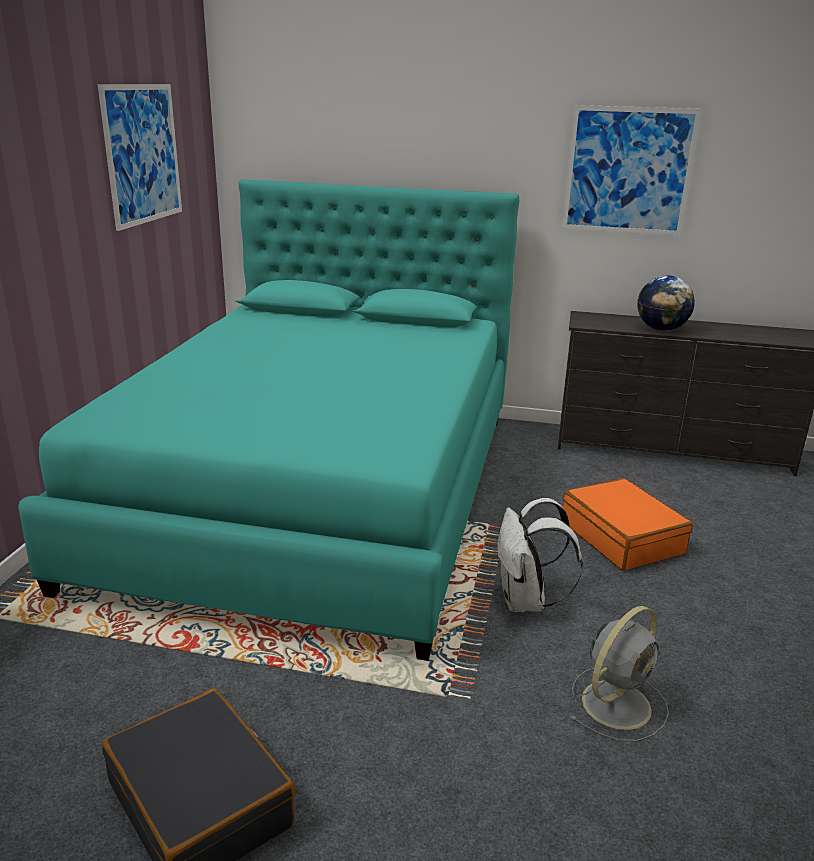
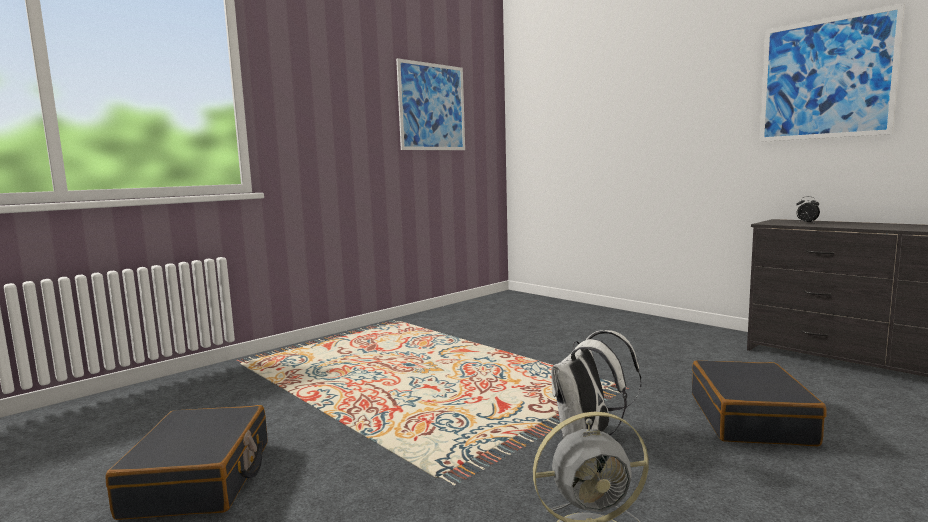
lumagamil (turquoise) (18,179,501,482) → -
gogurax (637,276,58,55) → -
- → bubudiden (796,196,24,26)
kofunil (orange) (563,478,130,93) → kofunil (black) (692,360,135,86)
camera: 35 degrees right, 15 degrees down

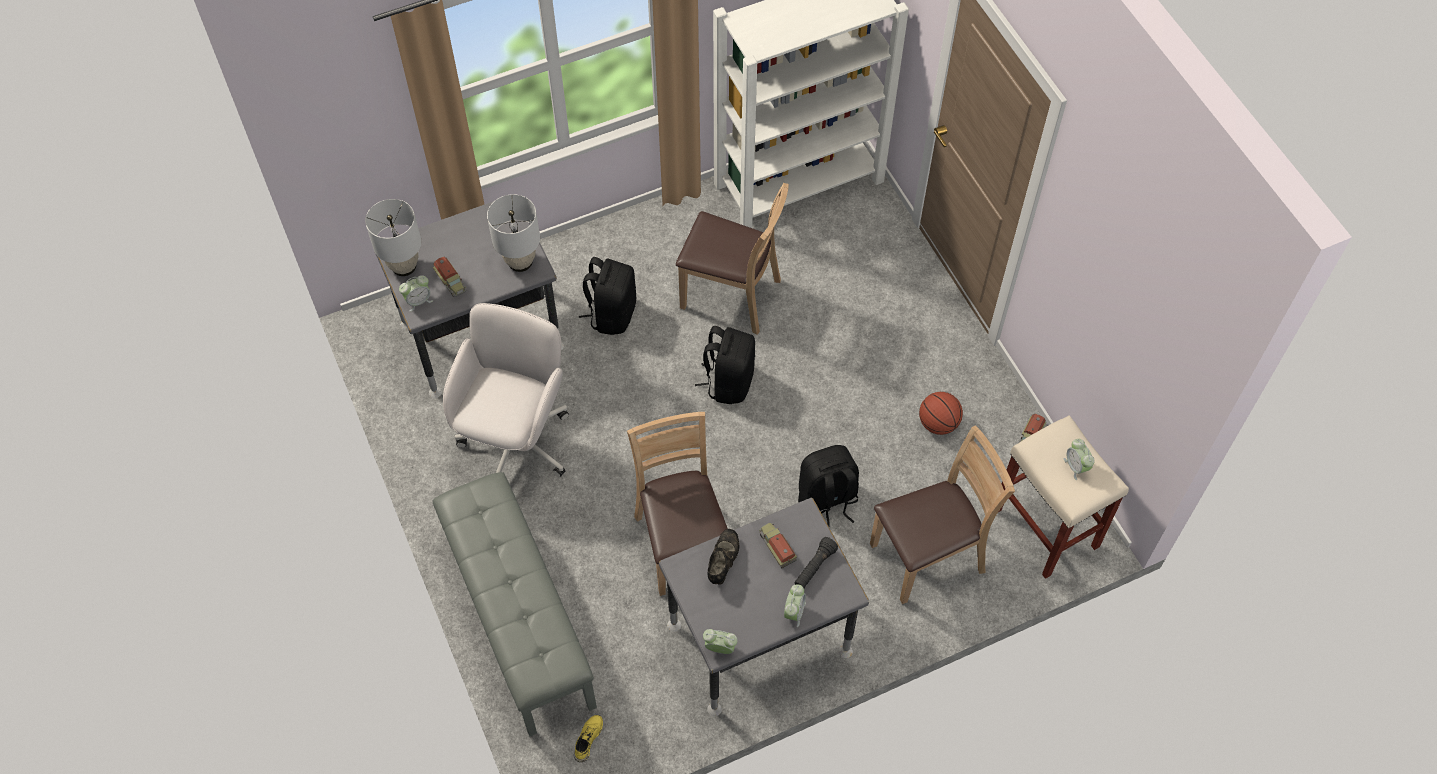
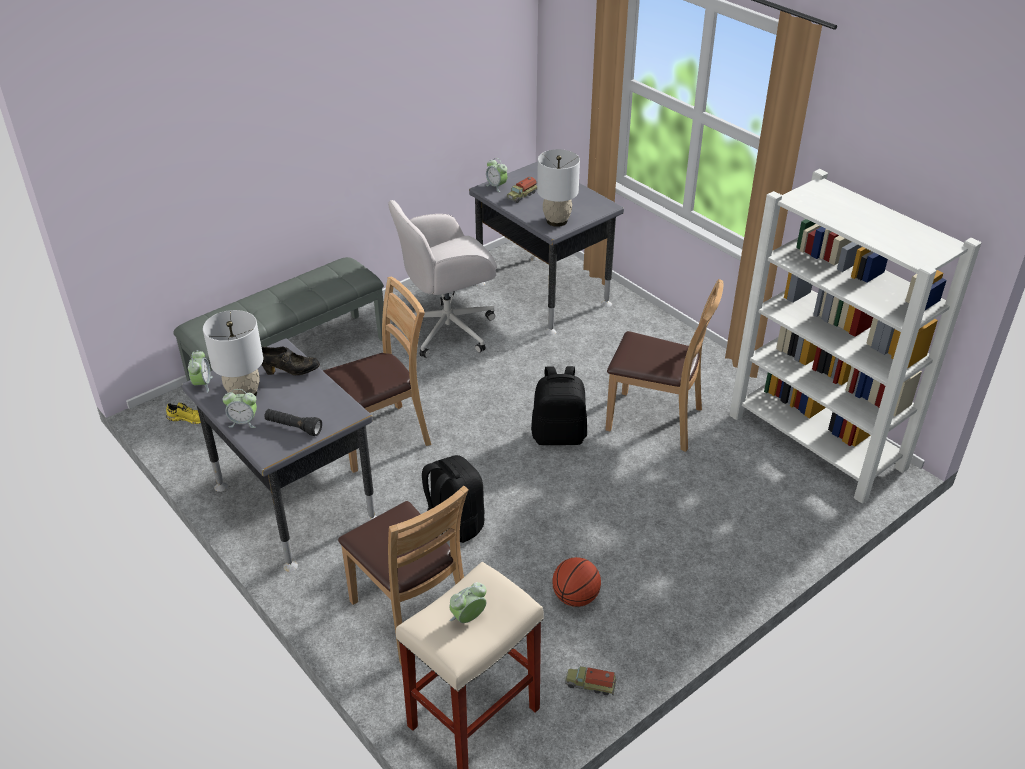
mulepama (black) (579,257,57,78) → -
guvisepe (759,523,38,45) → -
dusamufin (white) (365,199,56,77) → dusamufin (white) (203,310,60,86), relocated
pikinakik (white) (443,303,126,174) → pikinakik (white) (388,200,109,158), 150 degrees clockwise
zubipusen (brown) (676,183,113,152) → zubipusen (brown) (605,279,118,173), 75 degrees counterclockwise
camera: 75 degrees right, 20 degrees down

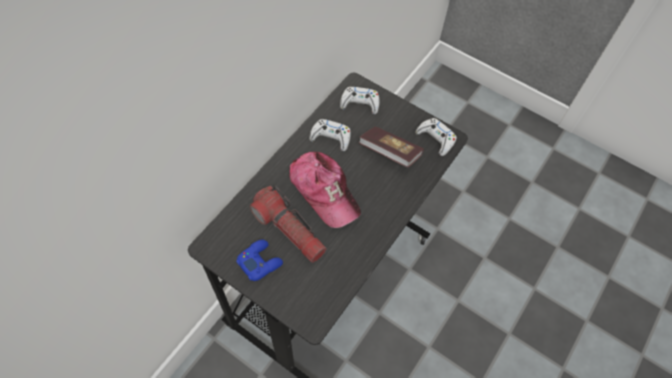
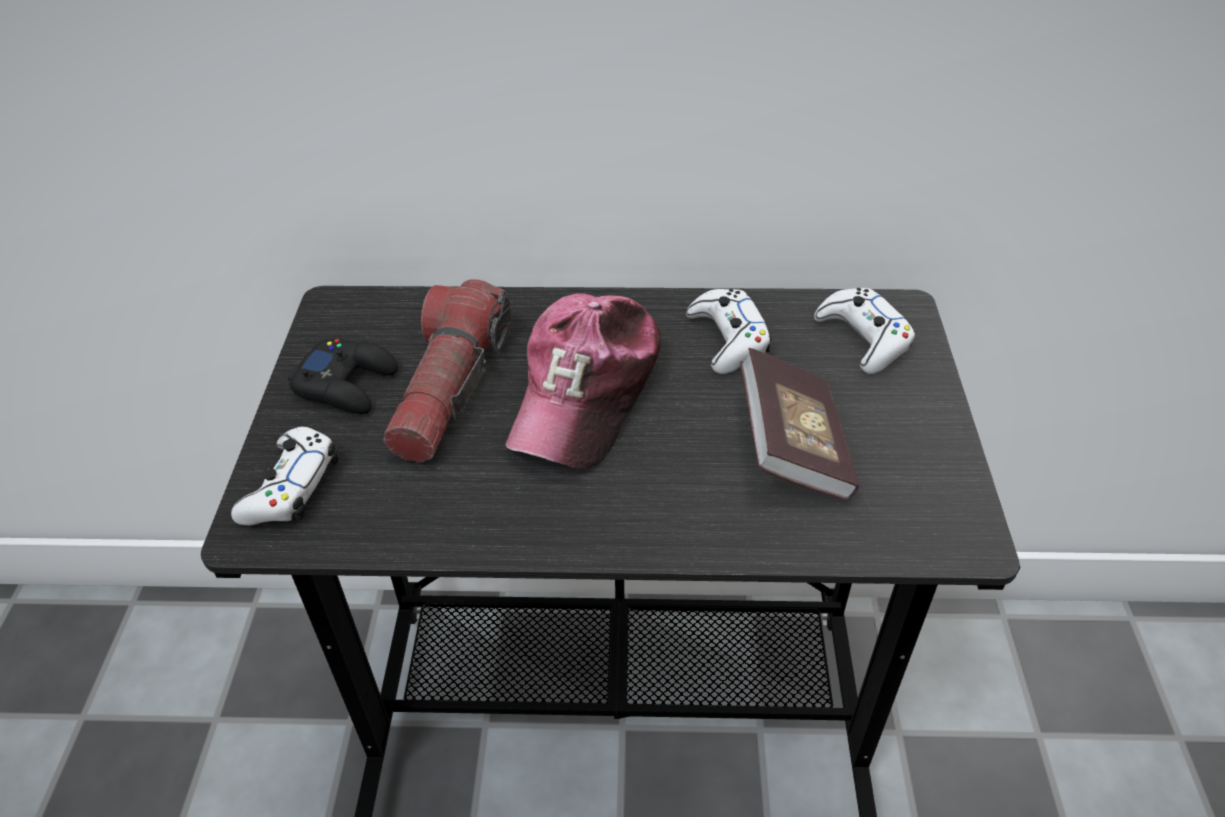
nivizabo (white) (415,118,42,38) → nivizabo (white) (231,427,108,99), relocated
nivizabo (blue) (236,240,47,41) → nivizabo (black) (288,339,110,75)
camera: 60 degrees right, 15 degrees down

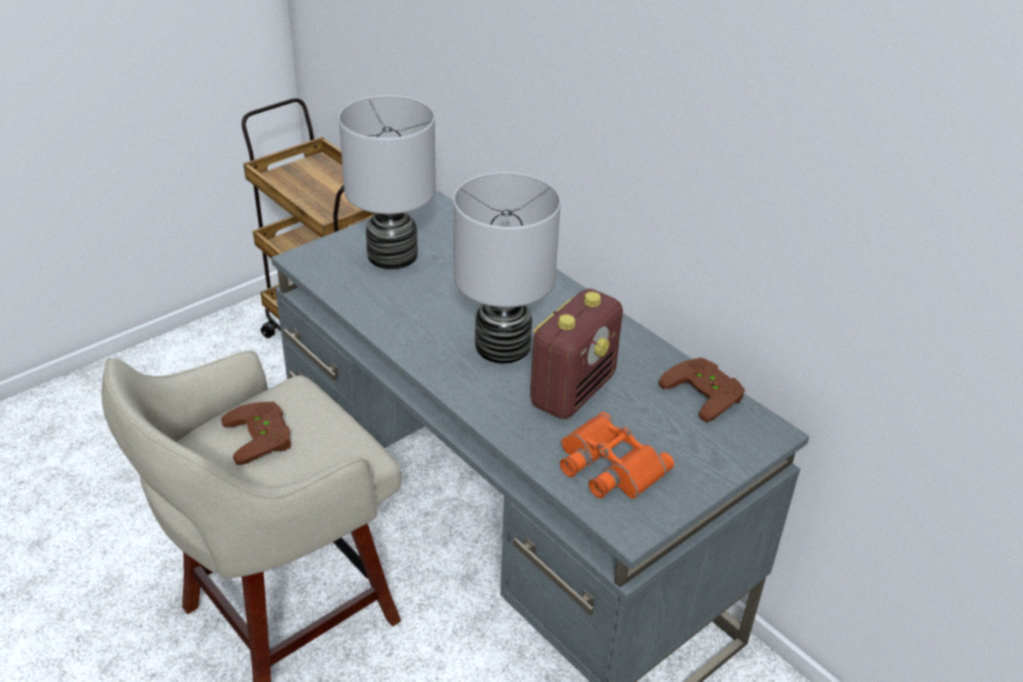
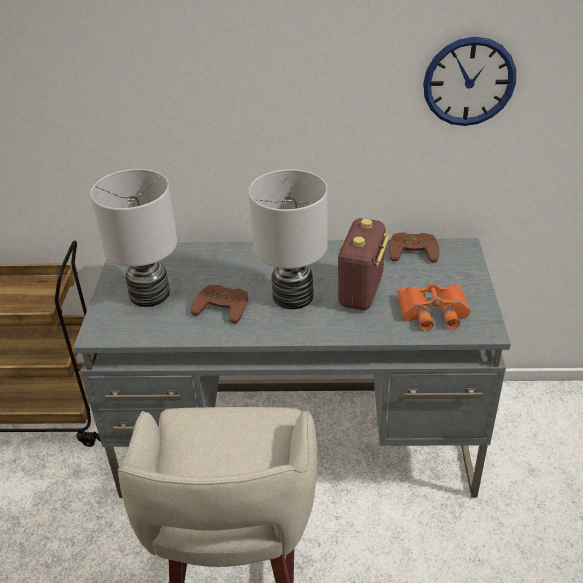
- → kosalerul (423,37,93,89)
nivizabo (brown) (221,402,70,63) → nivizabo (brown) (191,285,57,39), relocated
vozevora (530,288,93,131) → vozevora (338,218,51,92), 150 degrees counterclockwise
camera: 45 degrees left, 0 degrees up

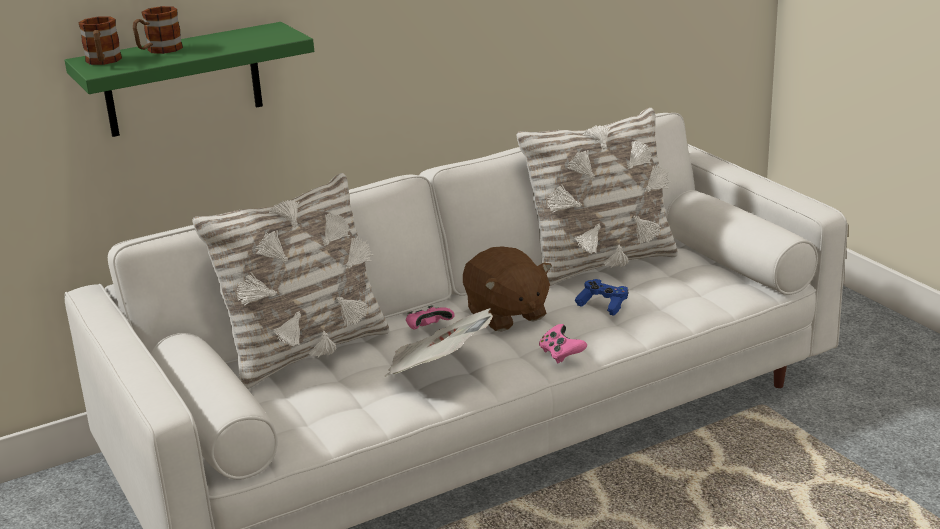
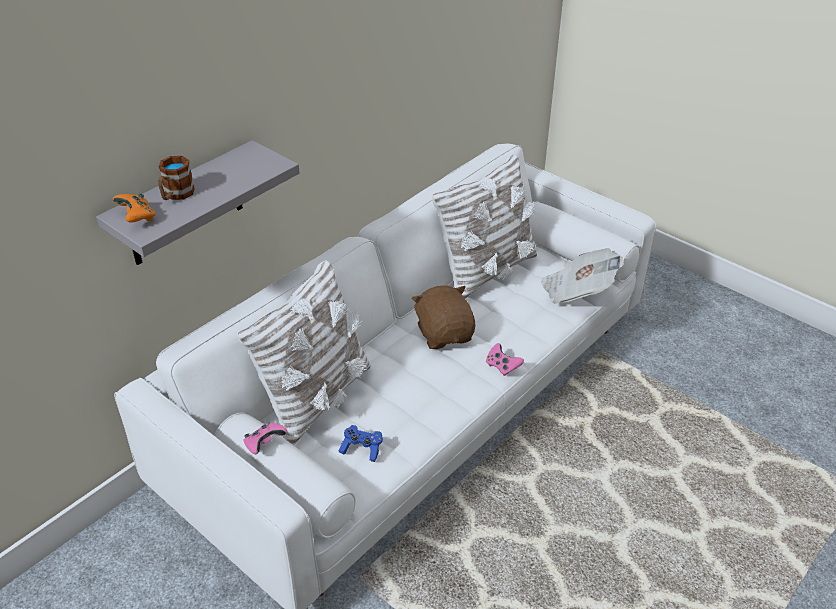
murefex (384,308,109,69) → murefex (541,248,83,56), relocated
nivizabo (pink) (406,305,49,24) → nivizabo (pink) (243,423,44,31), relocated
nivizabo (blue) (575,279,53,37) → nivizabo (blue) (339,425,44,37), relocated
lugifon (78,17,44,48) → nivizabo (orange) (113,194,43,29)
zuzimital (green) (65,22,249,115) → zuzimital (grey) (96,140,204,125)
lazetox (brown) (463,246,89,85) → lazetox (brown) (412,285,63,64), 150 degrees counterclockwise
camera: 20 degrees left, 15 degrees up

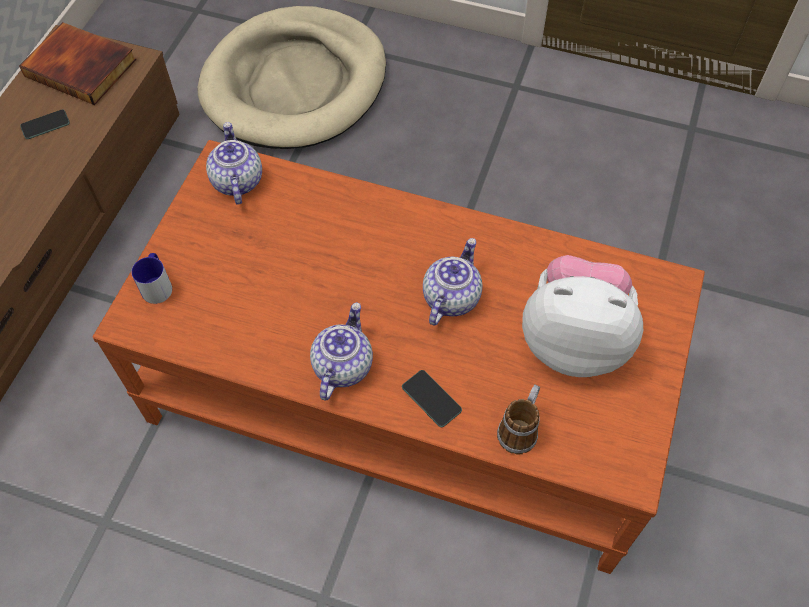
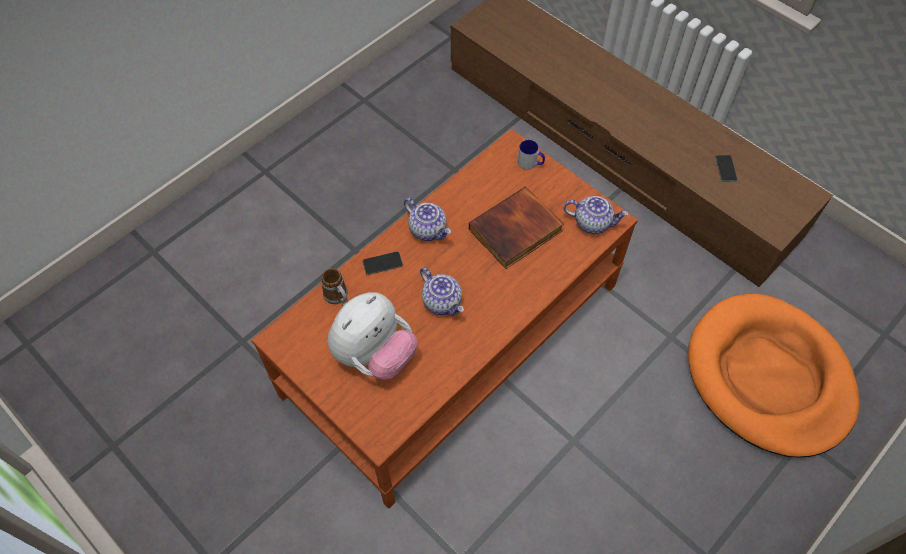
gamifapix (19,22,117,83) → gamifapix (469,186,95,83), relocated
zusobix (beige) (198,6,188,143) → zusobix (orange) (688,294,172,164)
camera: 115 degrees right, 0 degrees up

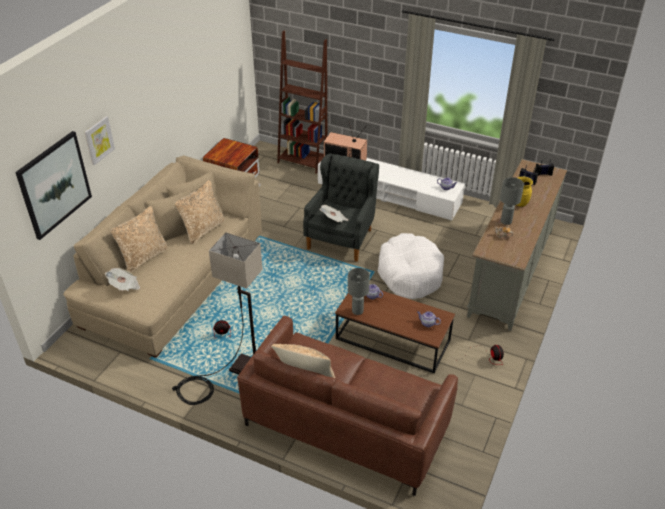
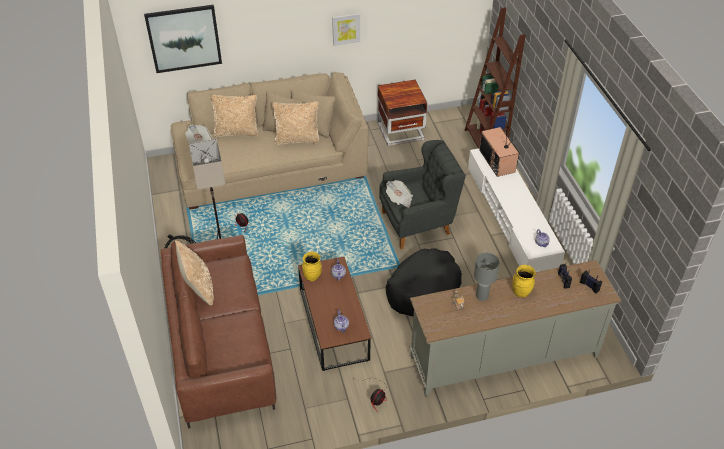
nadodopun (85,116,30,49) → nadodopun (332,13,28,33), relocated
dusamufin (grey) (348,268,22,47) → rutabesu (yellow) (302,251,20,30)
zusobix (white) (378,233,66,66) → zusobix (black) (386,248,76,68)
camera: 50 degrees right, 5 degrees up

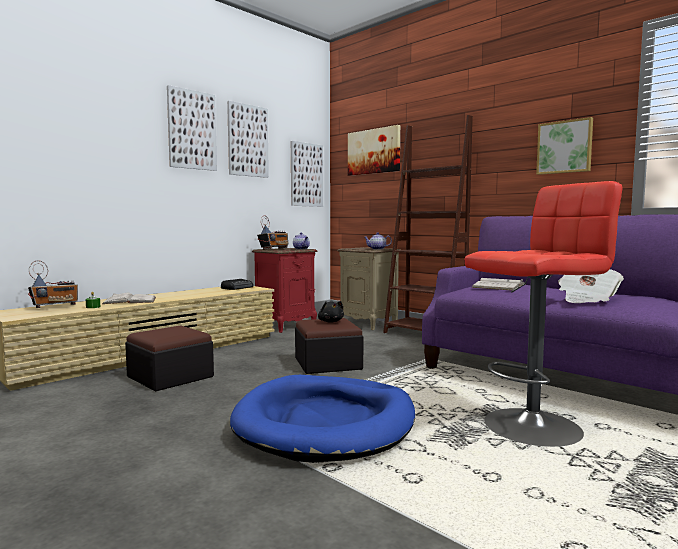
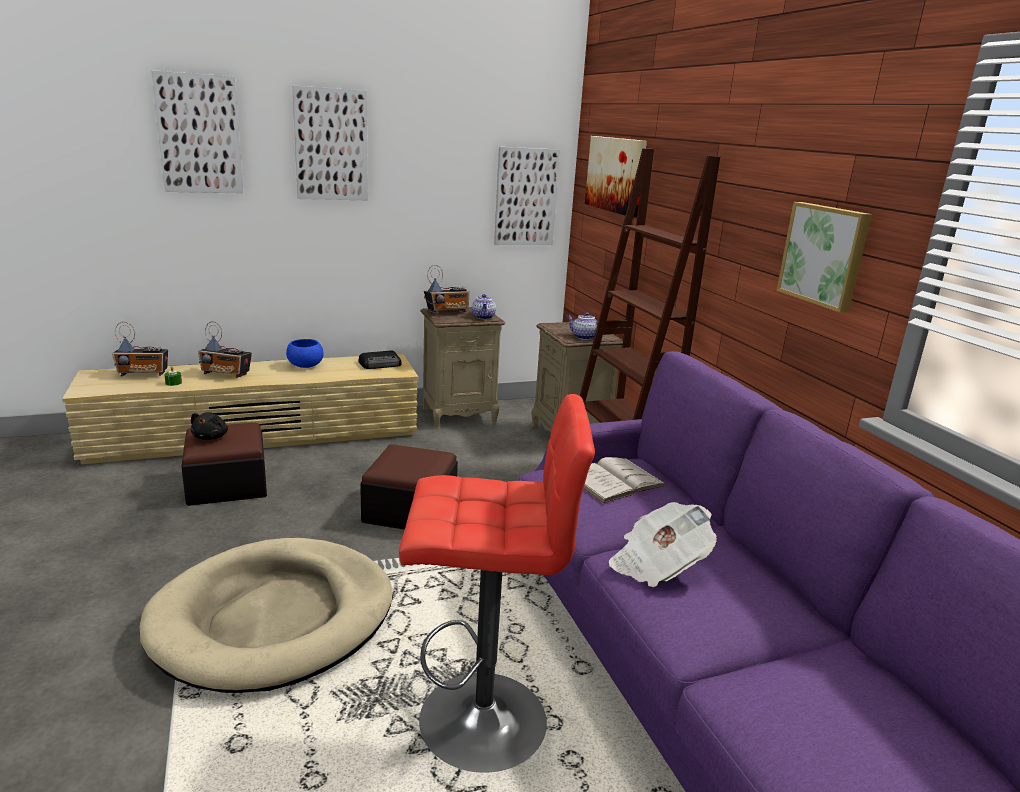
- → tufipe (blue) (286,339,38,29)
nadodopun (227,101,42,77) → nadodopun (151,70,92,124), relocated
lazetox (black) (318,301,26,22) → lazetox (black) (191,412,37,28), relocated
gamifapix (white) (102,293,54,11) → vozevora (198,321,54,57)
zusobix (blue) (230,375,185,88) → zusobix (beige) (140,538,253,155)
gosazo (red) (252,248,65,85) → gosazo (beige) (420,307,85,122)
camera: 25 degrees right, 15 degrees up

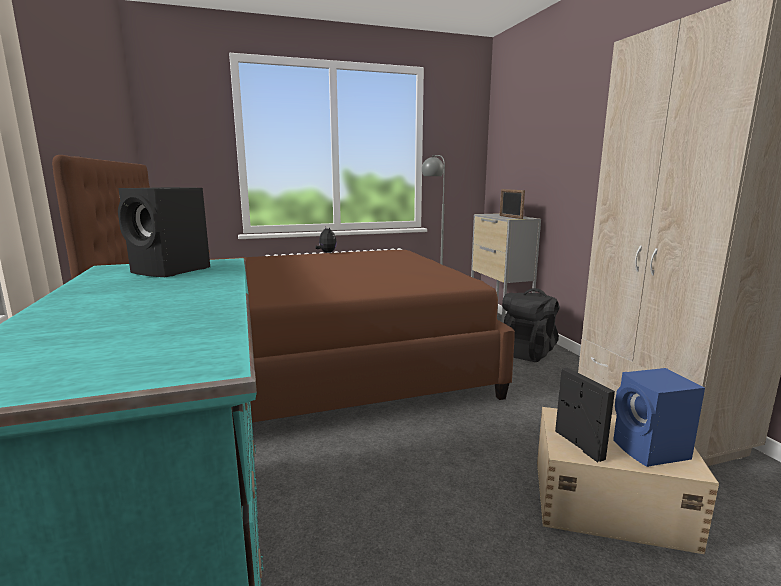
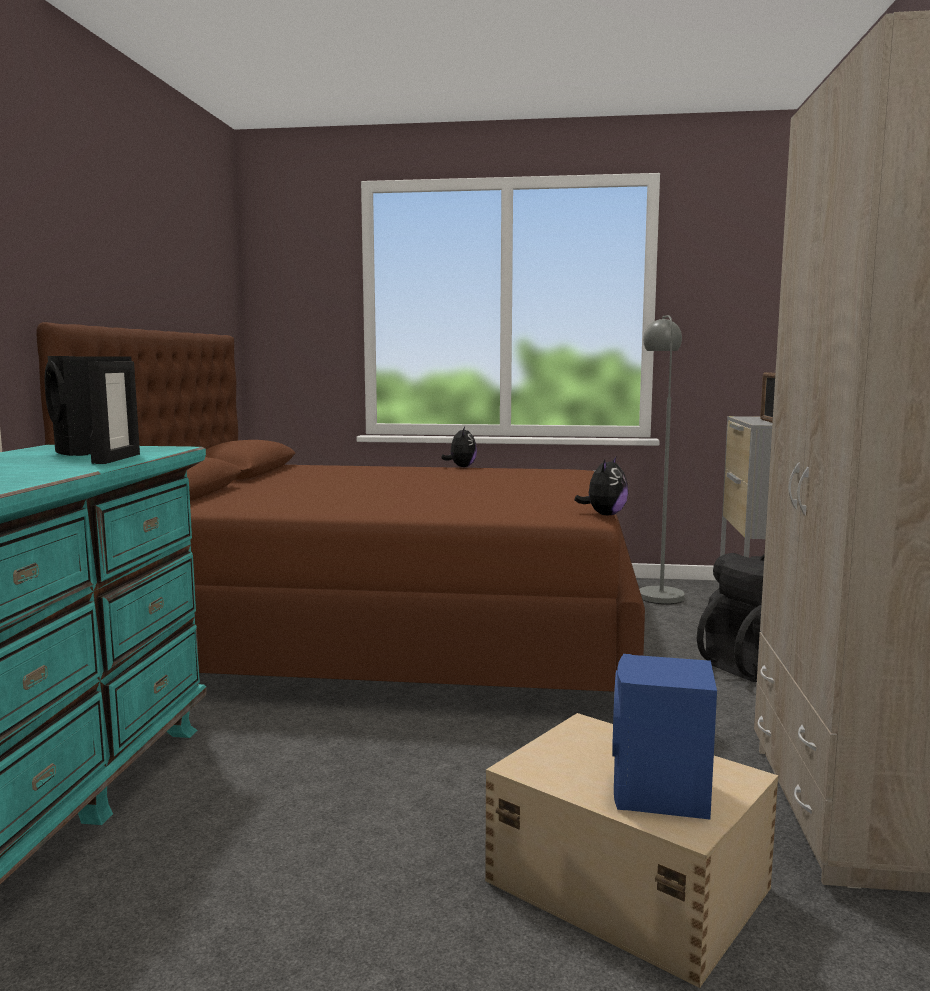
- → lazetox (575,457,53,58)
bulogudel (555,368,60,95) → bulogudel (88,361,52,103), relocated
camera: 25 degrees right, 5 degrees down

